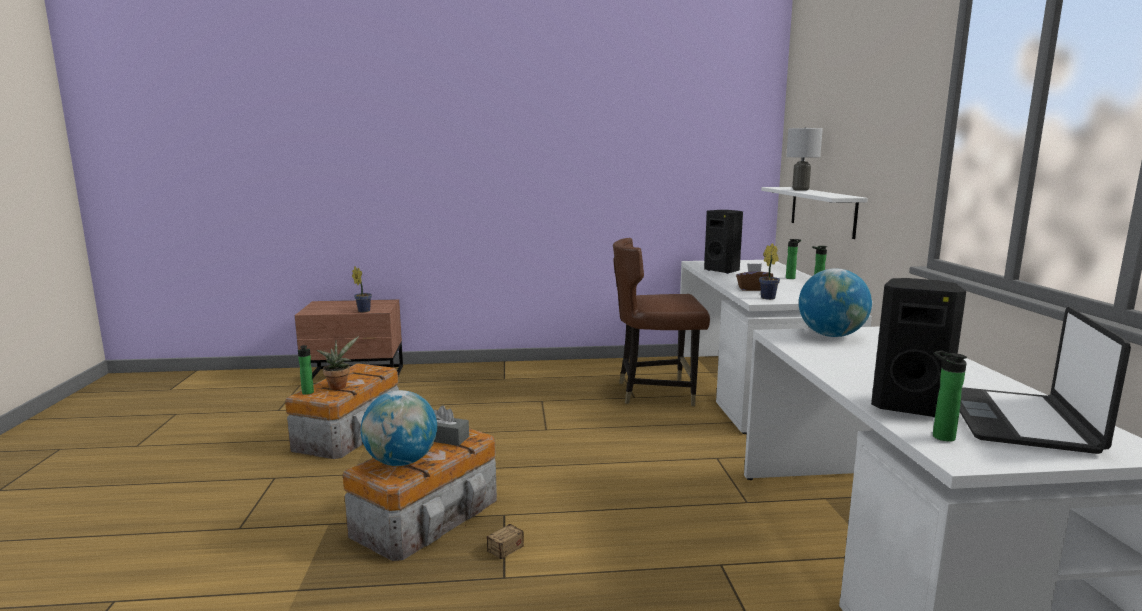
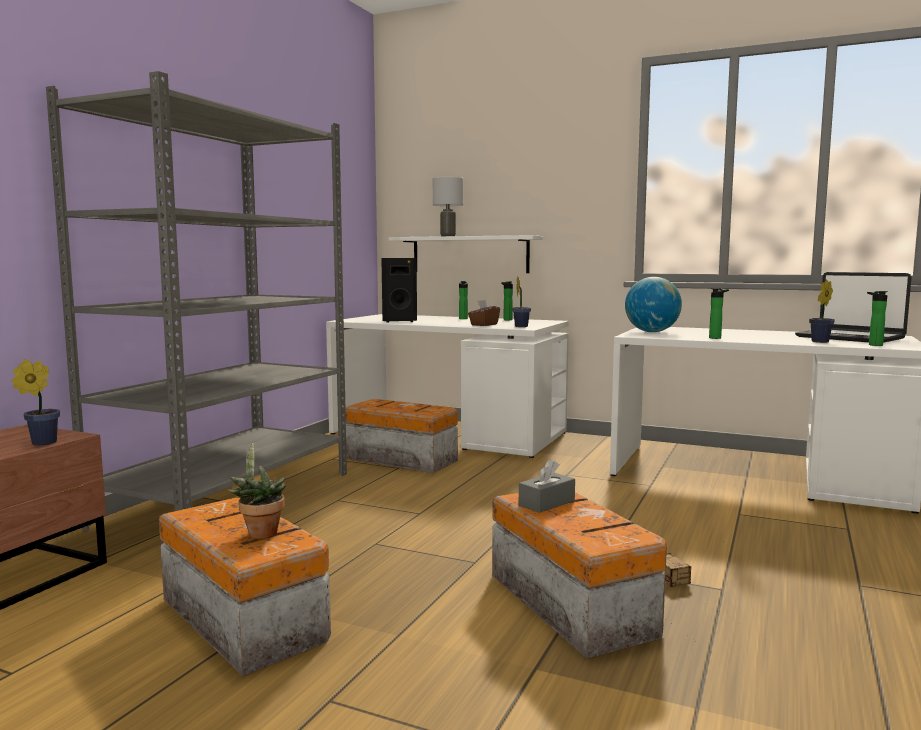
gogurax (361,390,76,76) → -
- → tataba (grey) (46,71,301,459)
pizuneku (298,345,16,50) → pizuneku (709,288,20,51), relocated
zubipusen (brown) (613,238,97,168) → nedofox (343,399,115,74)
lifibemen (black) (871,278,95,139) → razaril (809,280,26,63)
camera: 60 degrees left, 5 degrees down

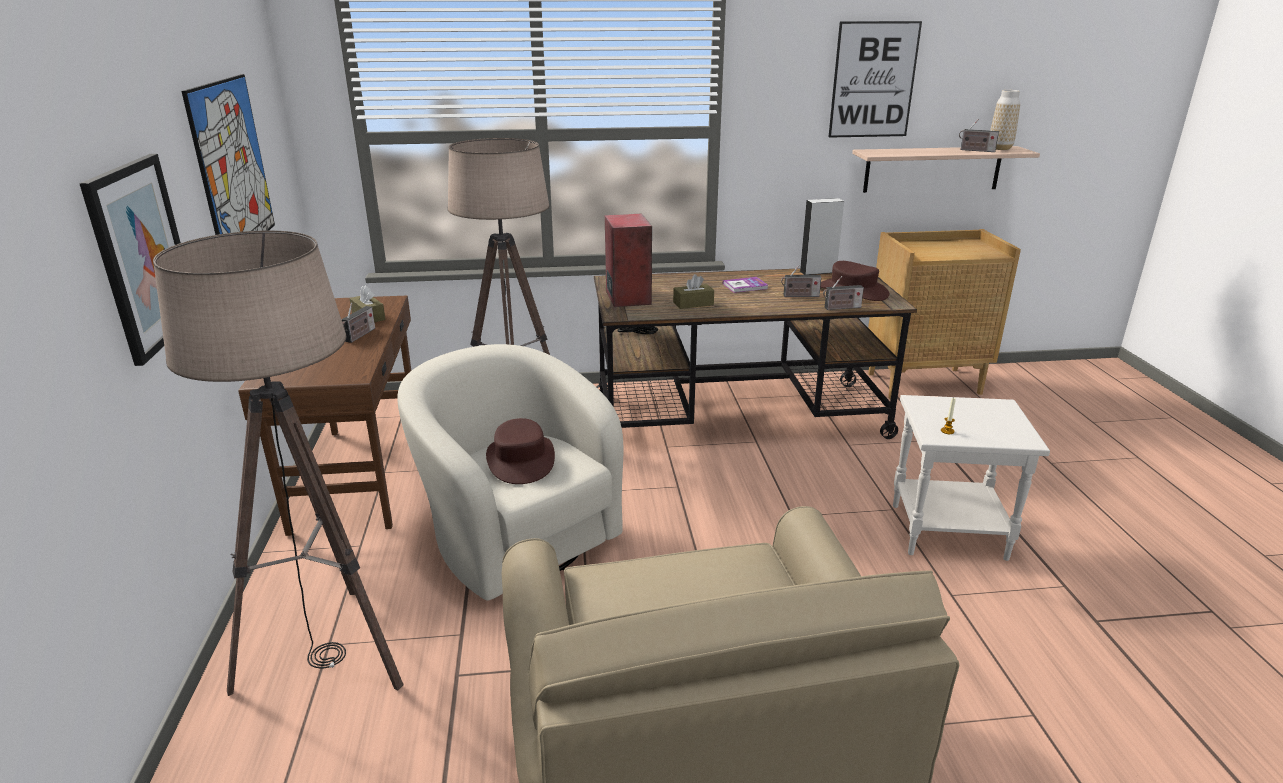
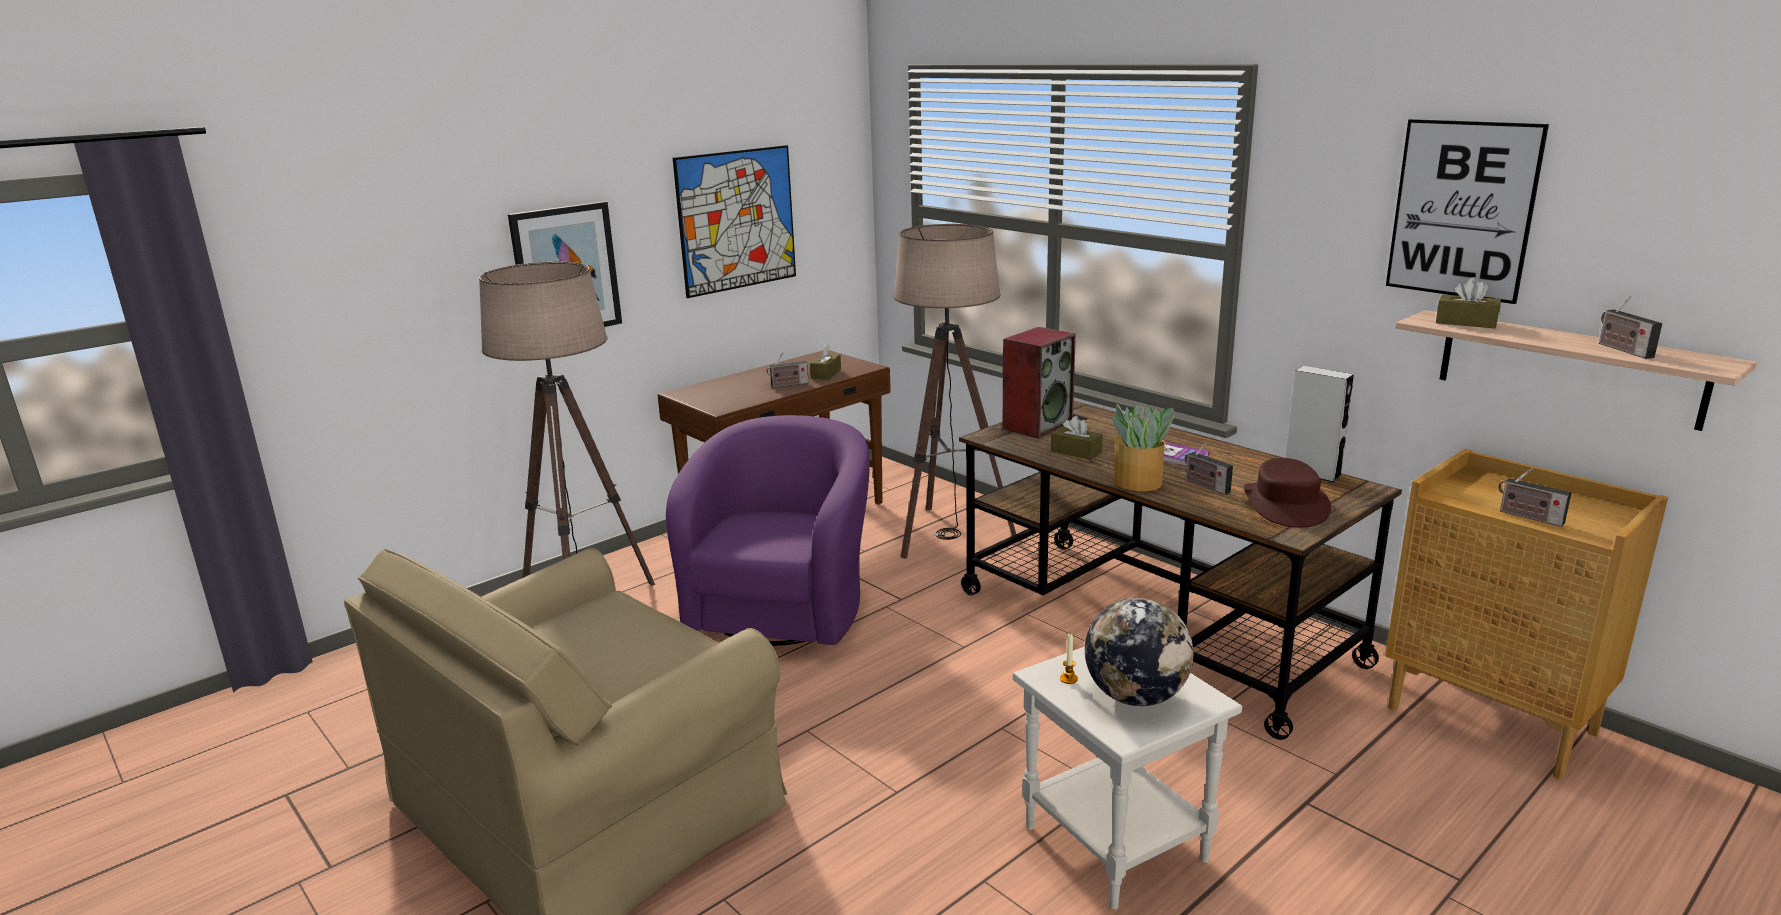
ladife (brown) (486,418,69,66) → -
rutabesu (990,90,30,60) → -
- → gogurax (1085,598,109,108)
- → razaril (1113,404,61,87)
- → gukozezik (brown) (1436,277,65,51)
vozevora (823,276,41,34) → vozevora (1498,467,73,60), relocated
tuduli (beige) (397,344,226,257) → tuduli (purple) (666,415,204,231)
camera: 55 degrees right, 5 degrees down

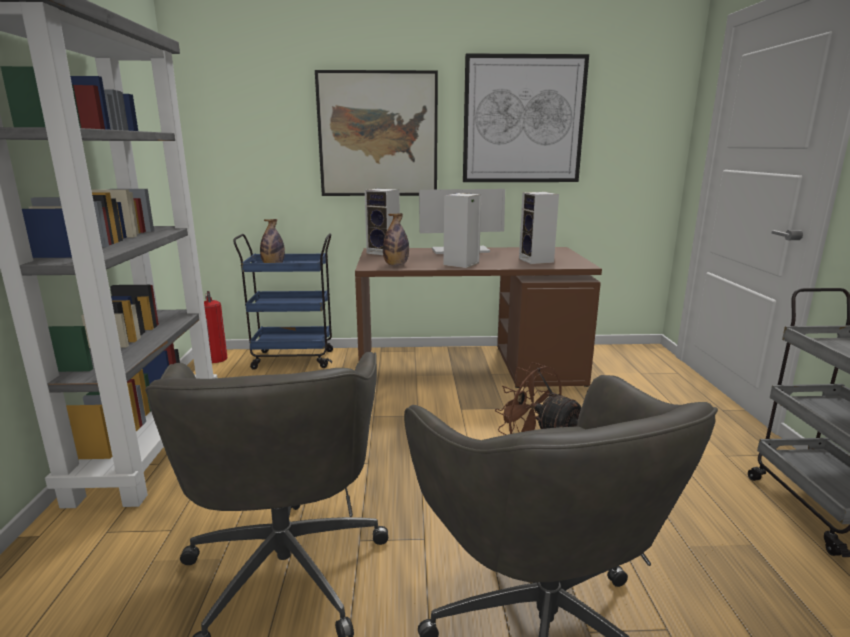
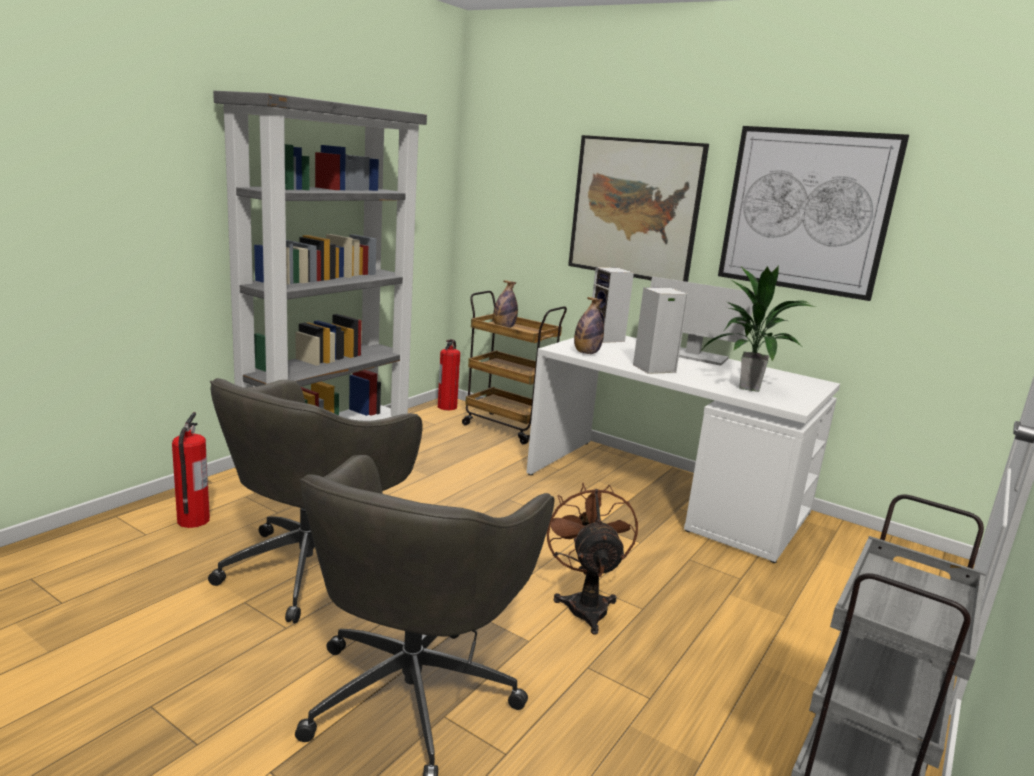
- → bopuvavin (172,412,38,116)
lifibemen (519,192,40,72) → razaril (703,265,113,127)
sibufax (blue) (233,233,100,137) → sibufax (brown) (462,291,105,154)
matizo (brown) (355,247,247,141) → matizo (white) (526,336,314,227)
camera: 35 degrees right, 0 degrees up

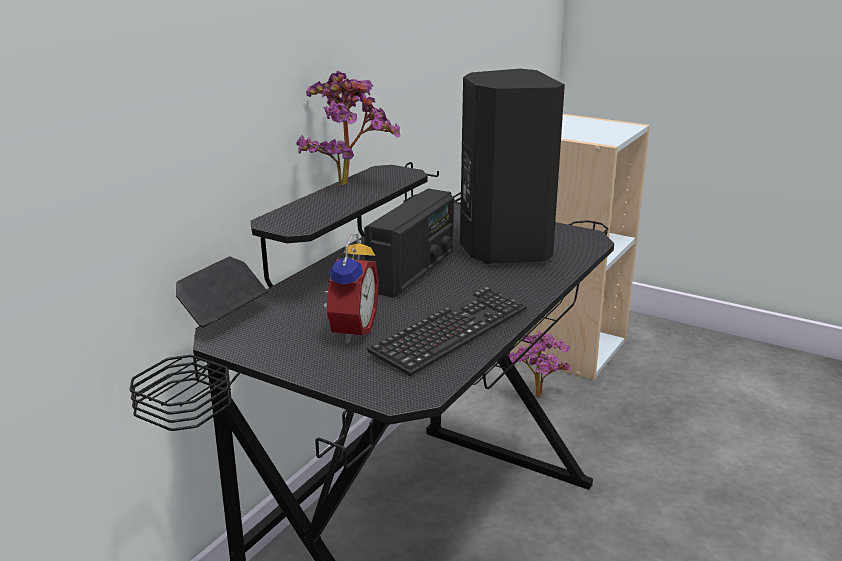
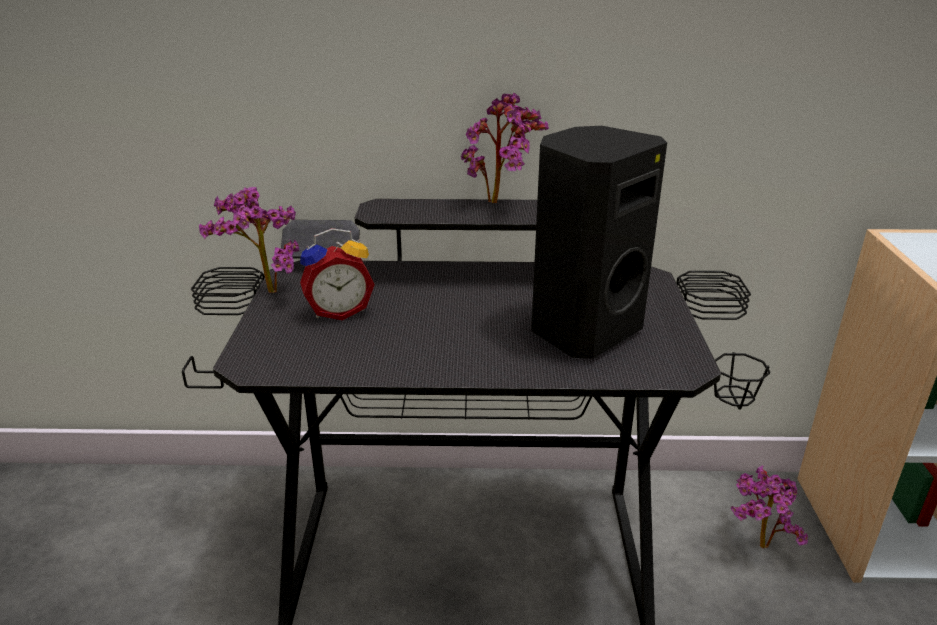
vozevora (364,189,90,109) → -
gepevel (367,287,160,89) → -
- → razaril (199,187,100,106)
camera: 60 degrees right, 5 degrees up

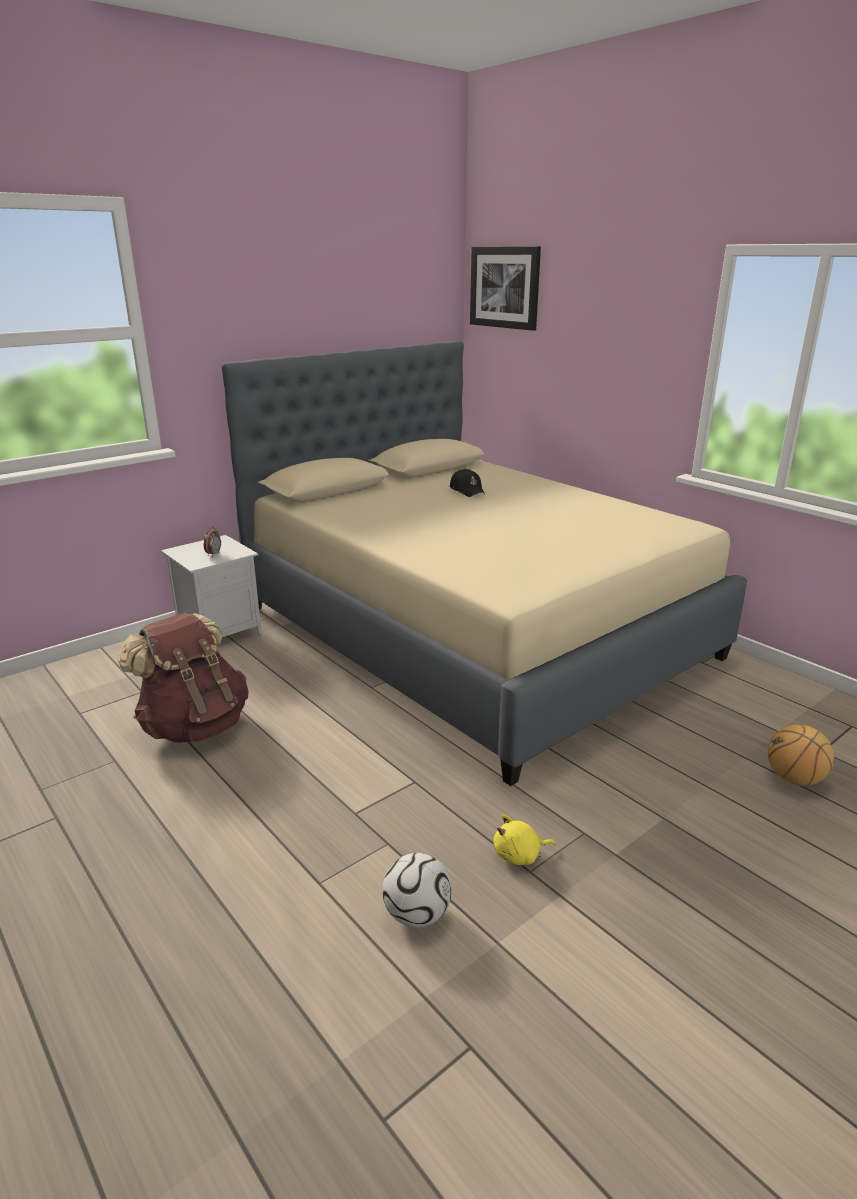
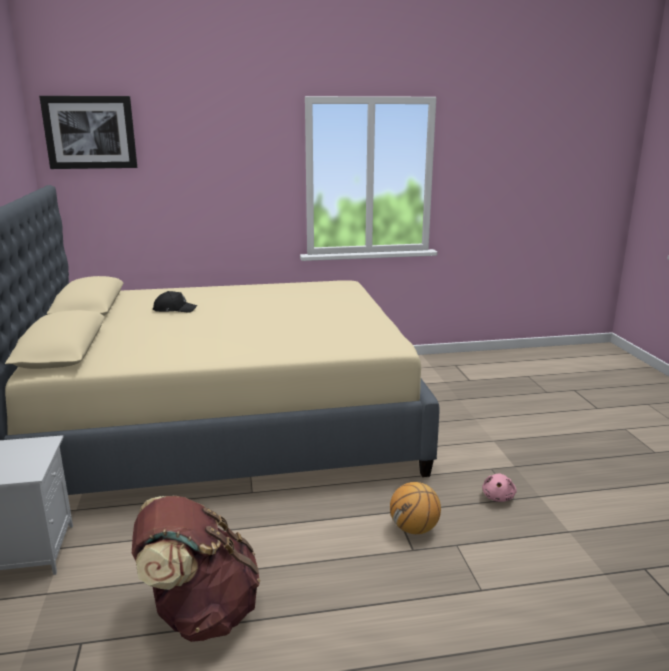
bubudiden (204,527,17,30) → -
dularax (382,853,70,75) → -
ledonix (768,724,67,62) → ledonix (390,482,51,52), relocated
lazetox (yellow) (494,814,62,51) → lazetox (pink) (482,474,35,28)
camera: 60 degrees left, 5 degrees down

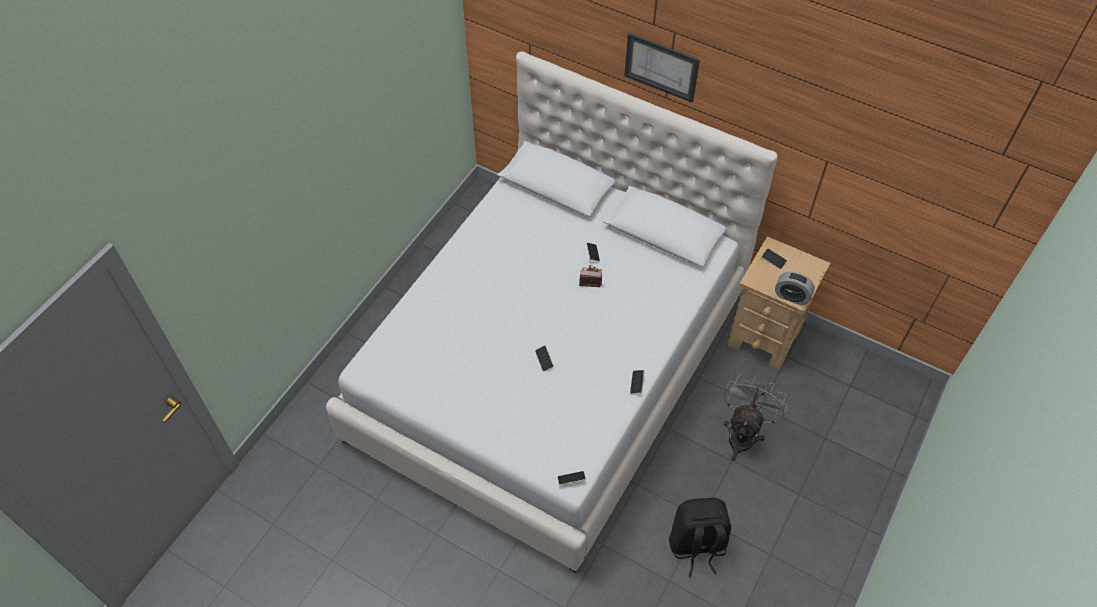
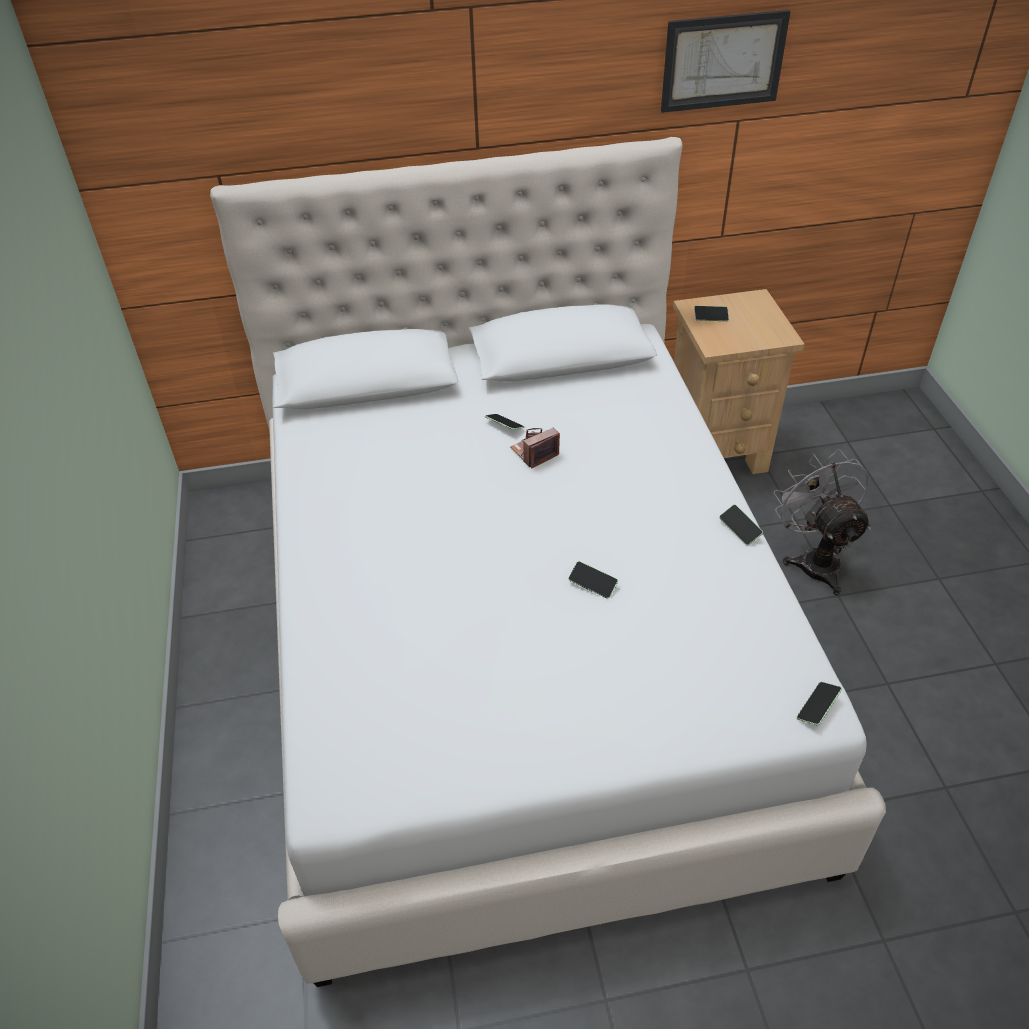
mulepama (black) (669,498,62,79) → -
bubudiden (775,271,40,34) → -
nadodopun (624,33,76,70) → nadodopun (661,10,130,103), relocated
camera: 40 degrees left, 10 degrees down

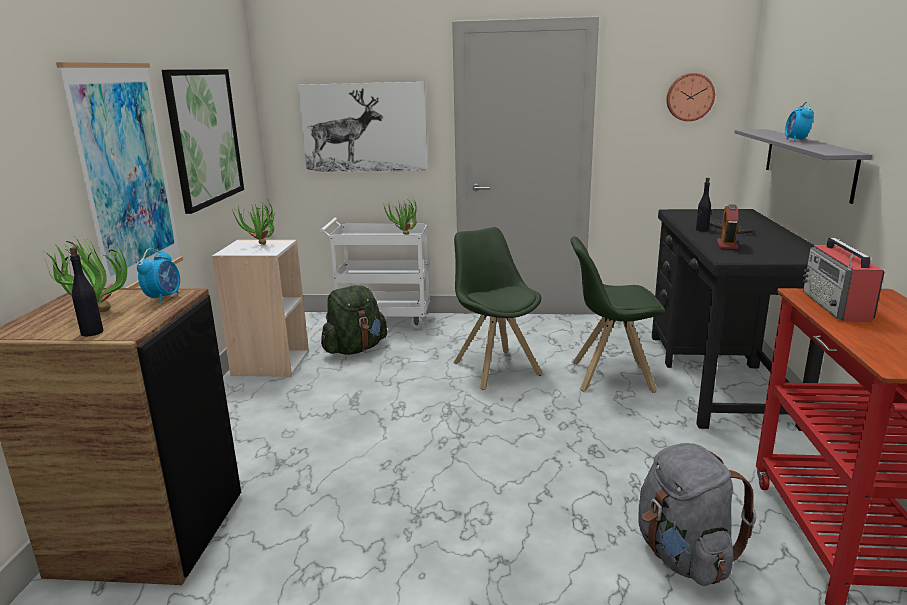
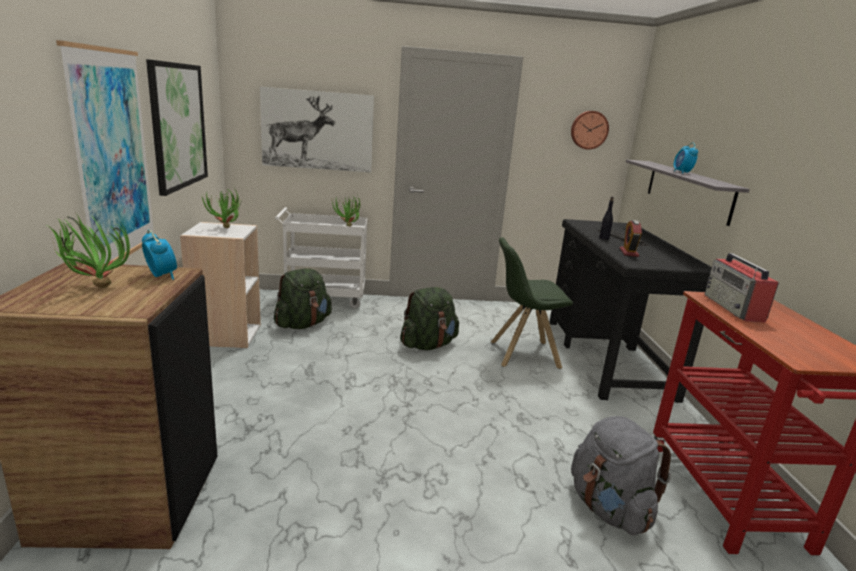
pizuneku (black) (70,247,33,89) → -
zubipusen (green) (453,227,90,163) → mulepama (green) (400,287,59,63)
bubudiden (137,248,43,56) → bubudiden (142,230,35,50), 45 degrees counterclockwise
camera: 10 degrees left, 0 degrees up

